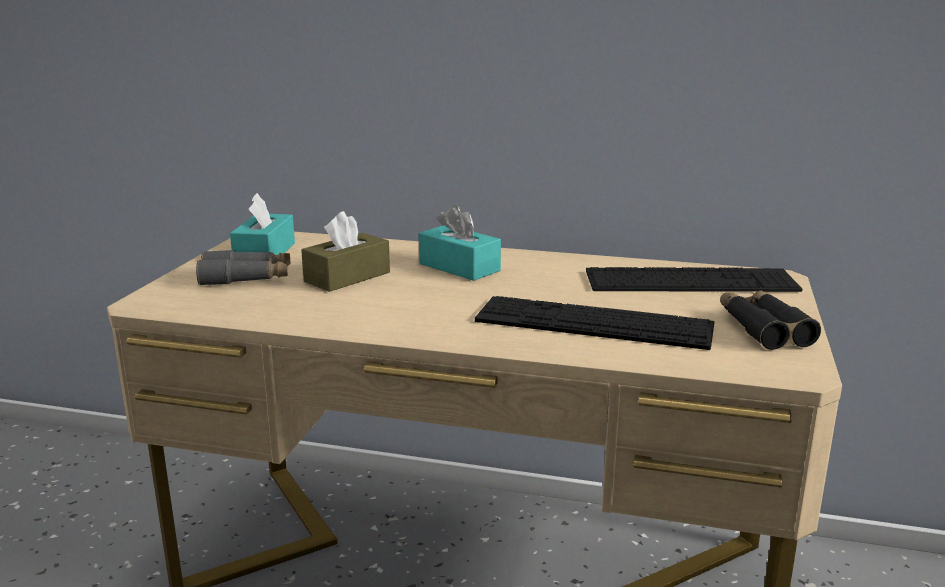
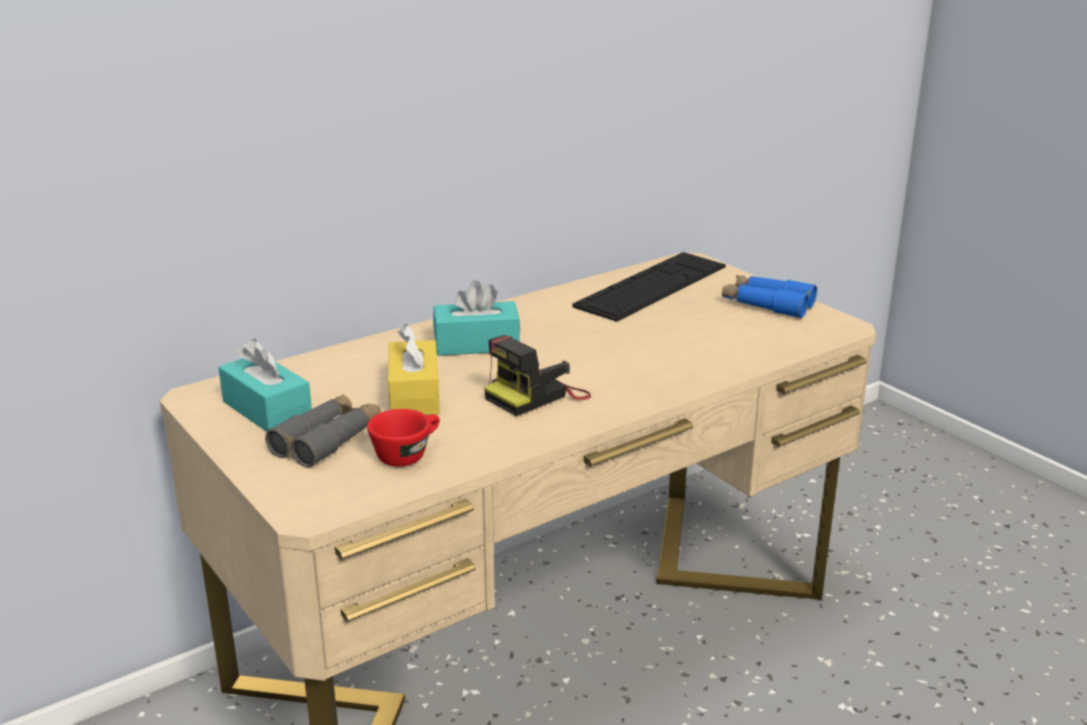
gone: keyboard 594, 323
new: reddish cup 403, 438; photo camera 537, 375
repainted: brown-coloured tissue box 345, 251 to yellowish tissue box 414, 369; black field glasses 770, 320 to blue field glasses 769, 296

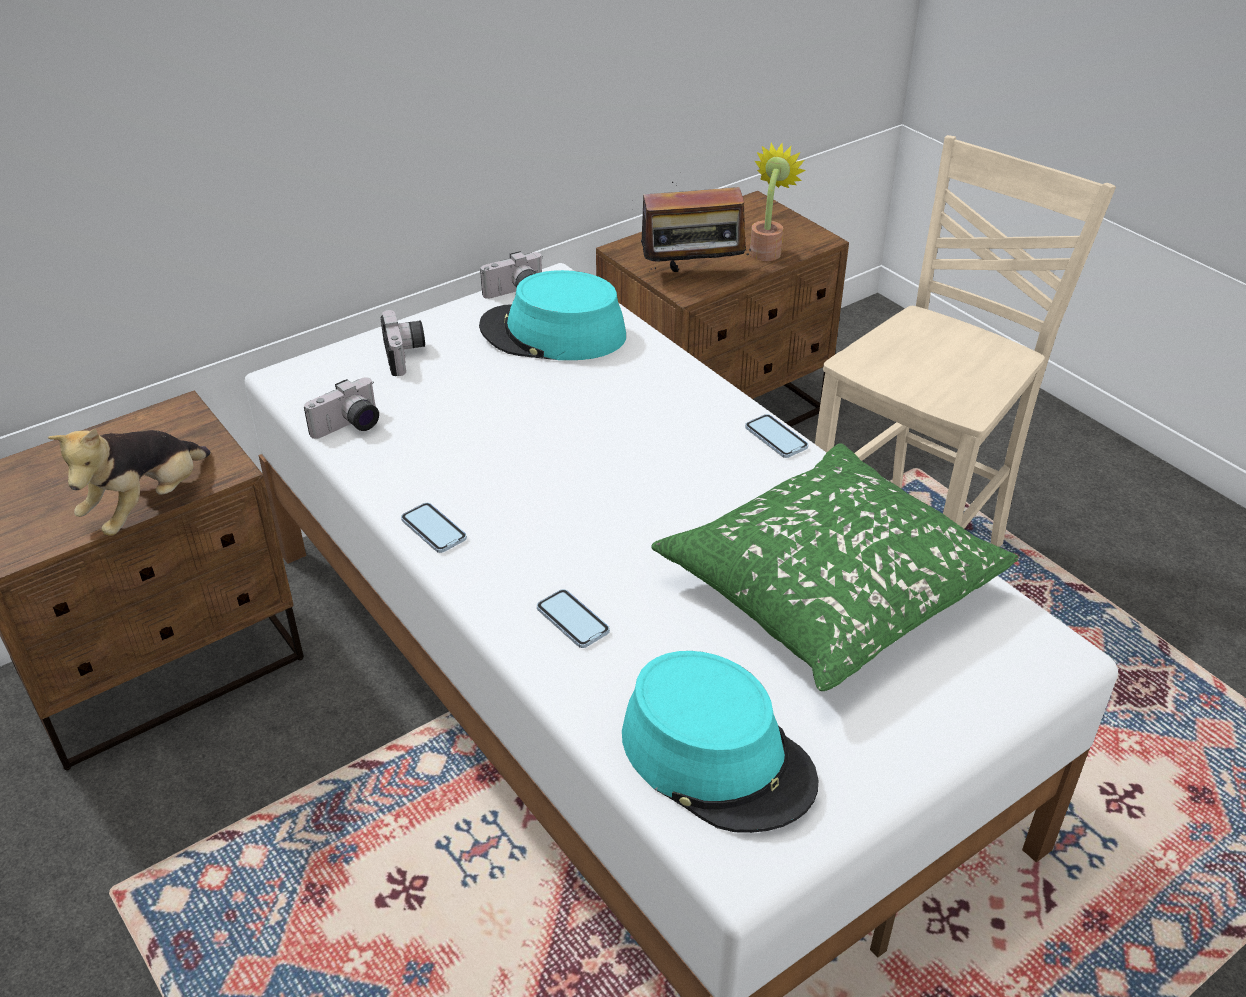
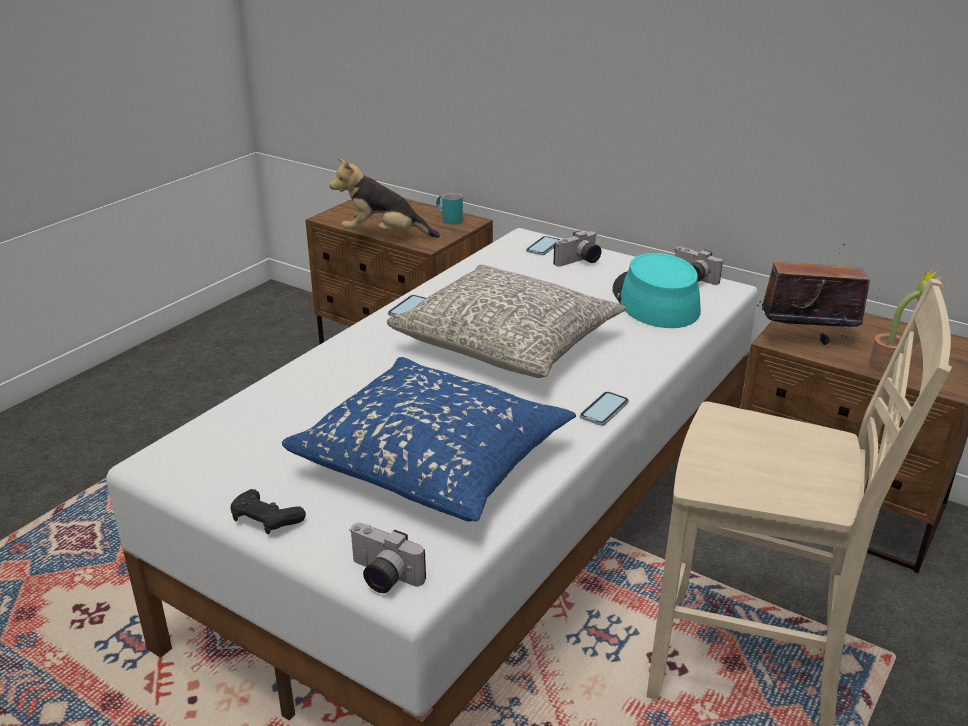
gone: turquoise clothing hat 720, 742
new: black game controller 268, 511; greyish throw pillow 506, 321; turquoise coffee mug 449, 208
shifted: photo camera 341, 408 to 387, 558; handset 573, 618 to 543, 245
repainted: green throw pillow 834, 567 to blue throw pillow 429, 439
rotated: radio receiver 696, 227 = 817, 294 120 degrees clockwise

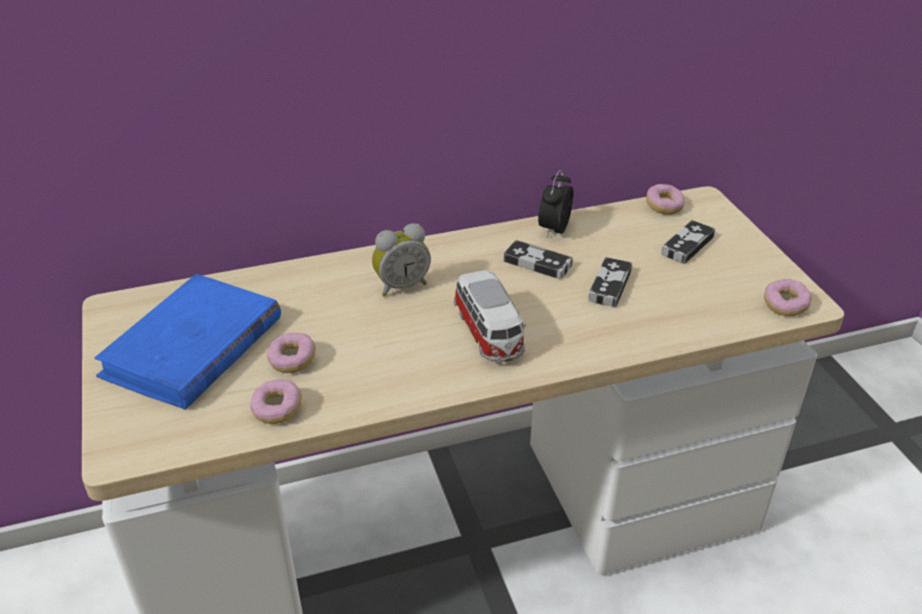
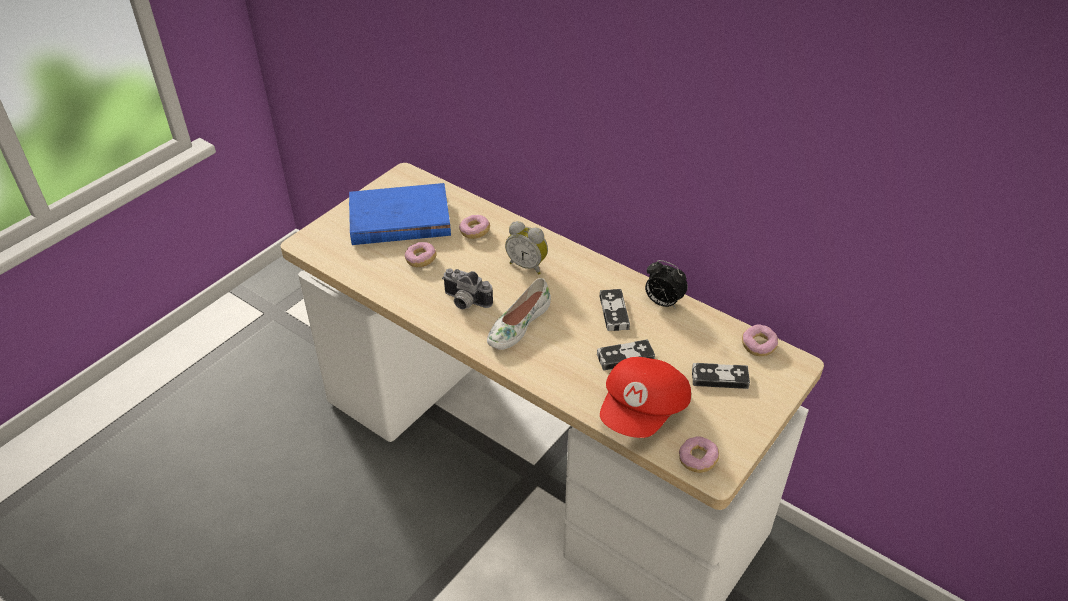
new: photo camera 467, 288; reddish baseball cap 645, 397
shifted: donut 276, 402 to 474, 227
swapped: miniature car 489, 316 to white-coloured shoe 519, 314
rotated: table clock 555, 203 = 666, 284 135 degrees counterclockwise

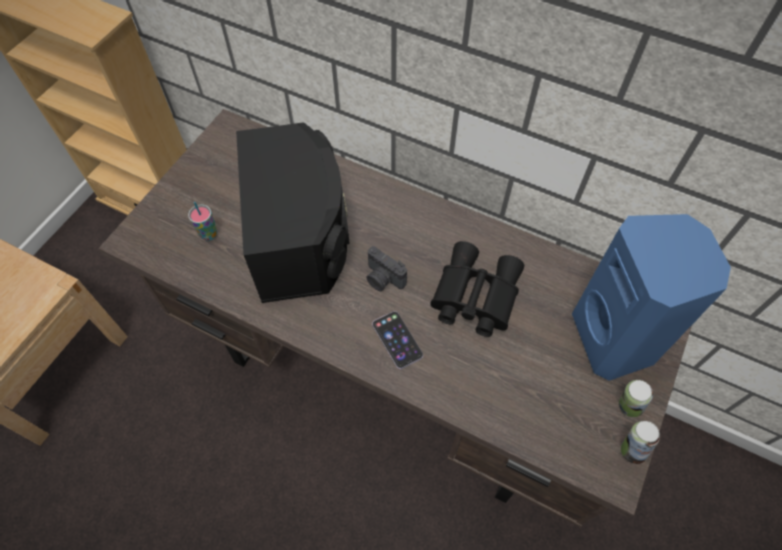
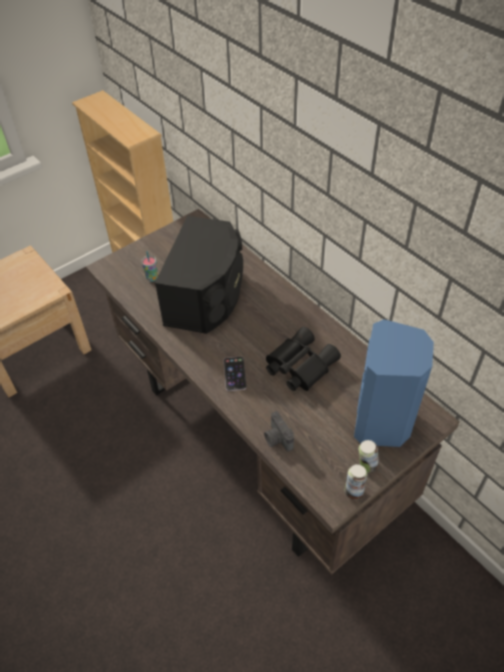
shifted: photo camera 386, 268 to 279, 431

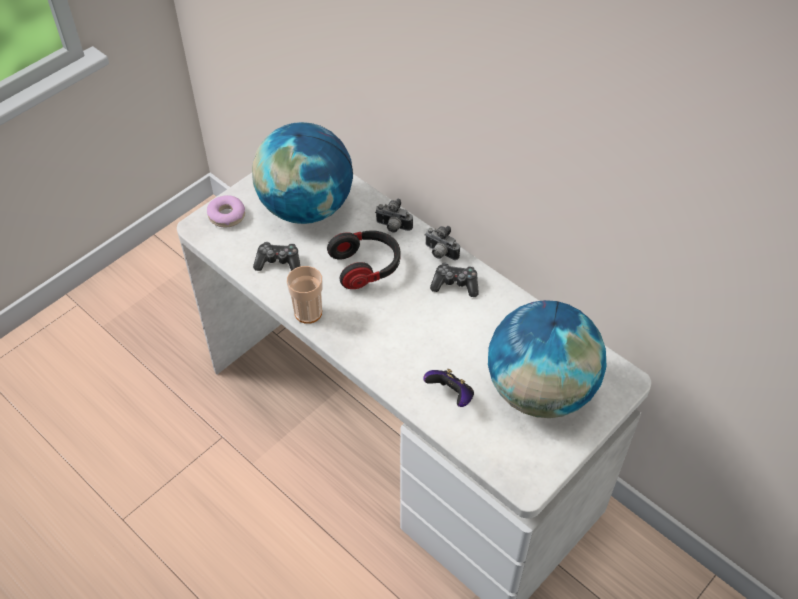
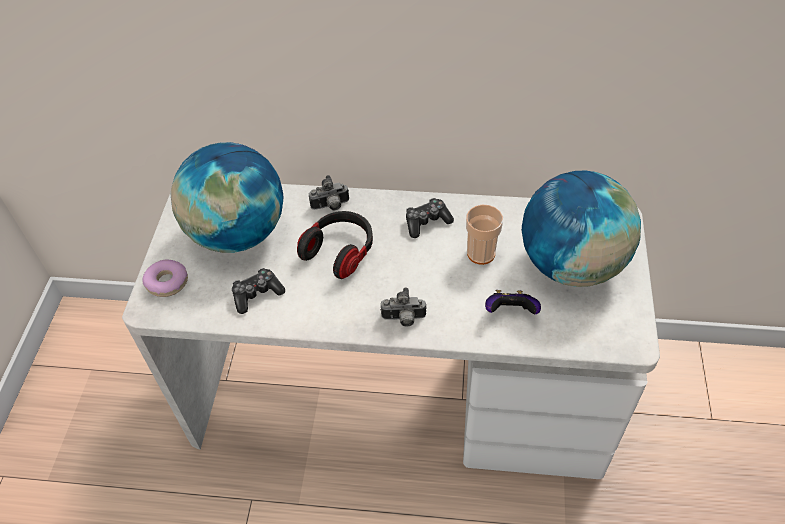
shifted: photo camera 442, 243 to 403, 307; cup 305, 295 to 484, 235

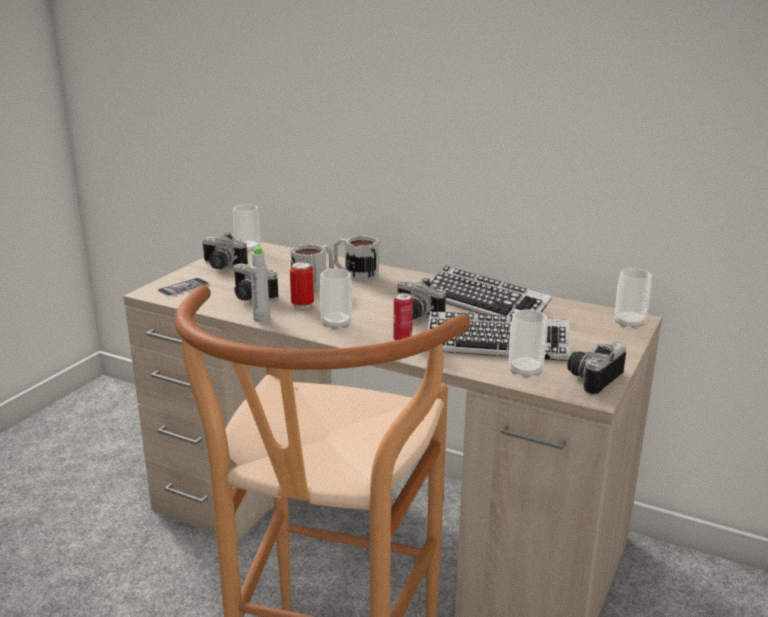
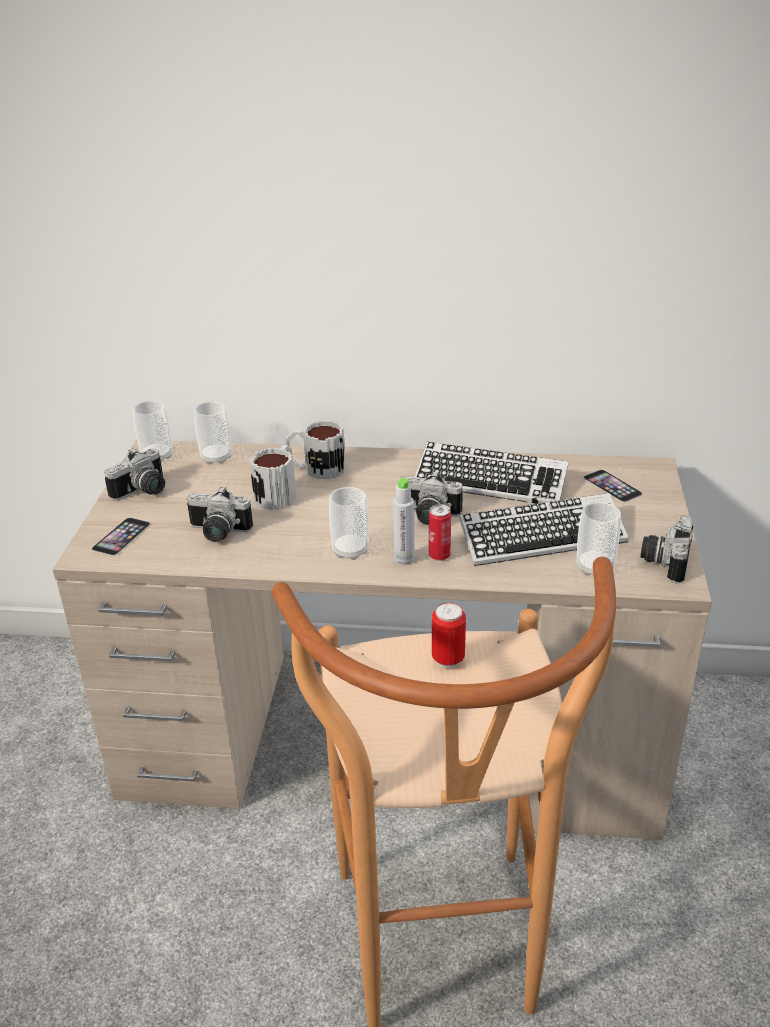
new: handset 613, 486
shifted: cup 633, 298 to 212, 432; greyish drink bottle 260, 284 to 403, 521; can 302, 285 to 449, 635
rotated: photo camera 225, 250 = 135, 474 45 degrees counterclockwise

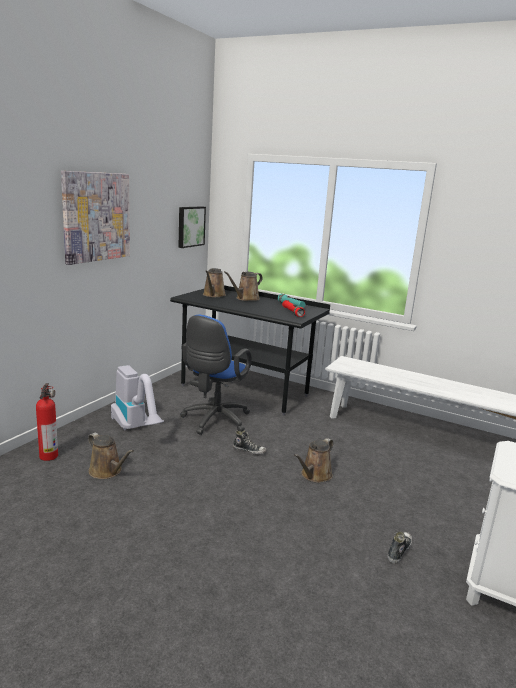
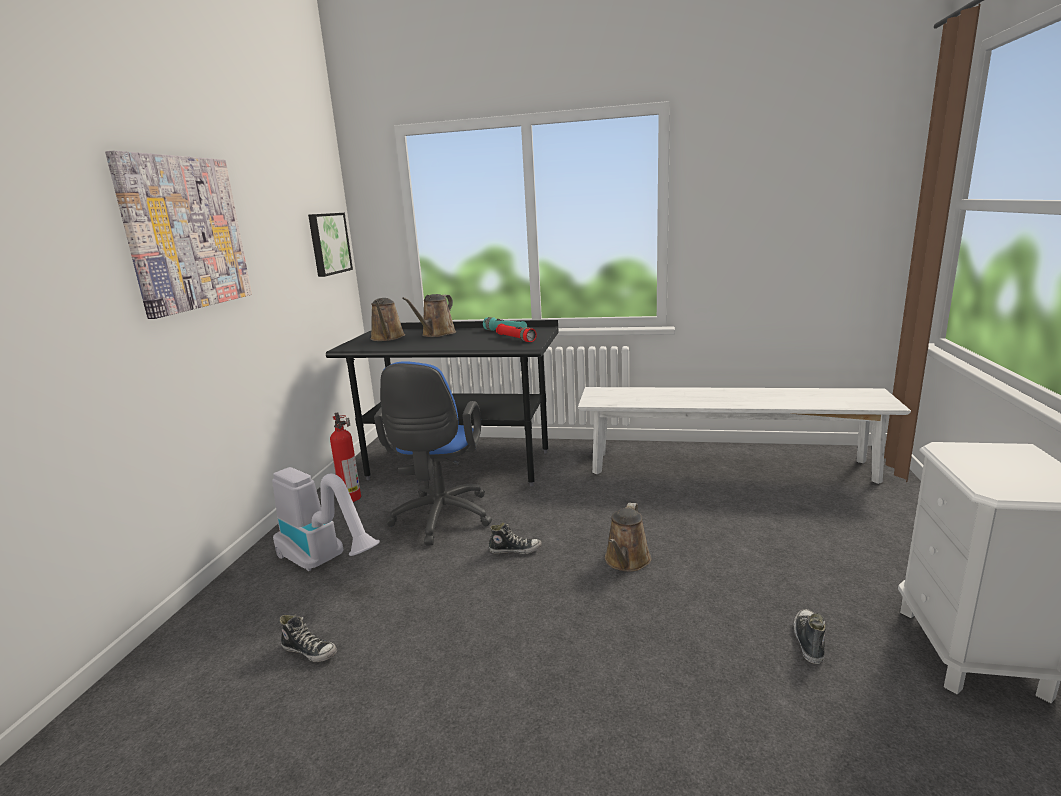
shifted: fire-fighting cylinder 47, 422 to 345, 457
swapped: brown-coloured sprinkling can 111, 456 to shoe 308, 638

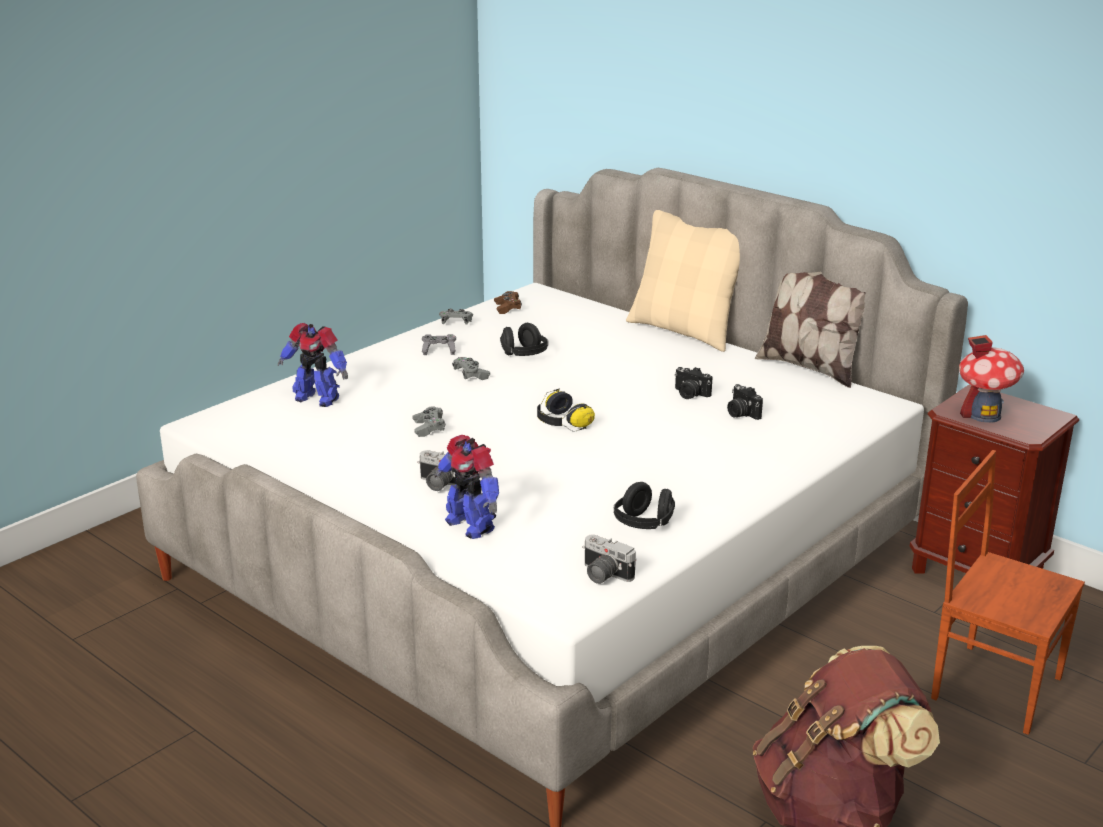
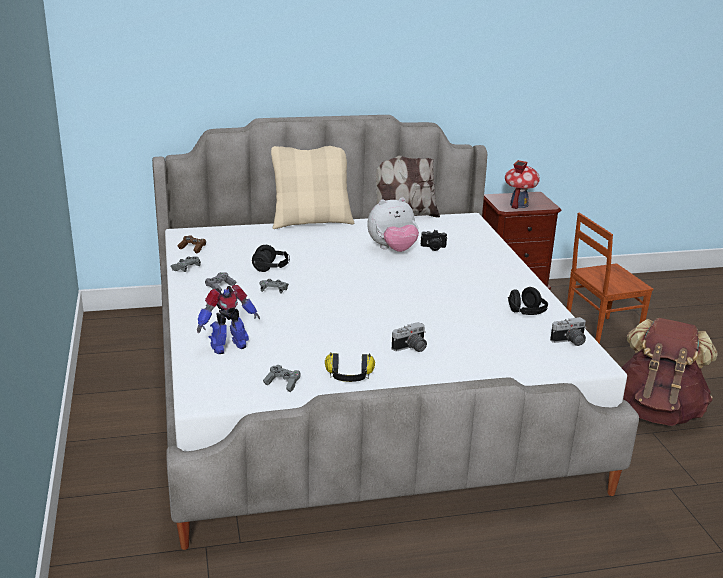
gone: robot figure 467, 487
shifted: greyish game controller 428, 421 to 282, 378; pair of headphones 566, 410 to 350, 367
swapped: photo camera 693, 383 to soft toy 393, 224

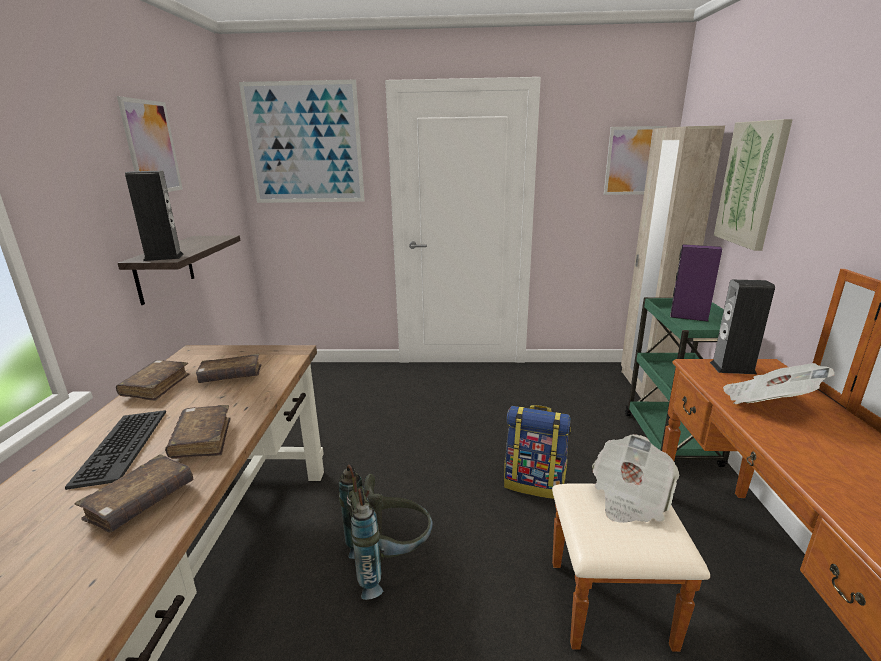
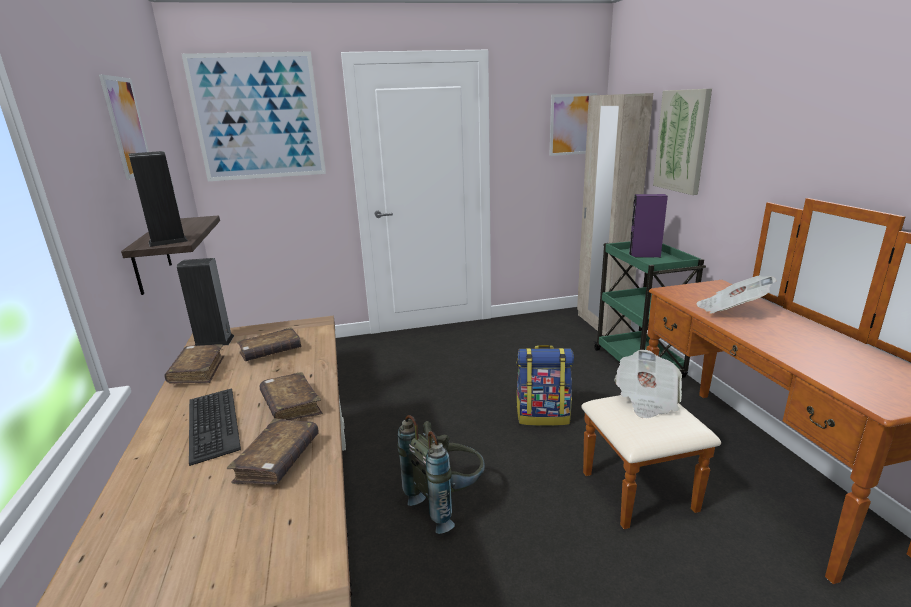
shifted: audio speaker 742, 327 to 205, 302

